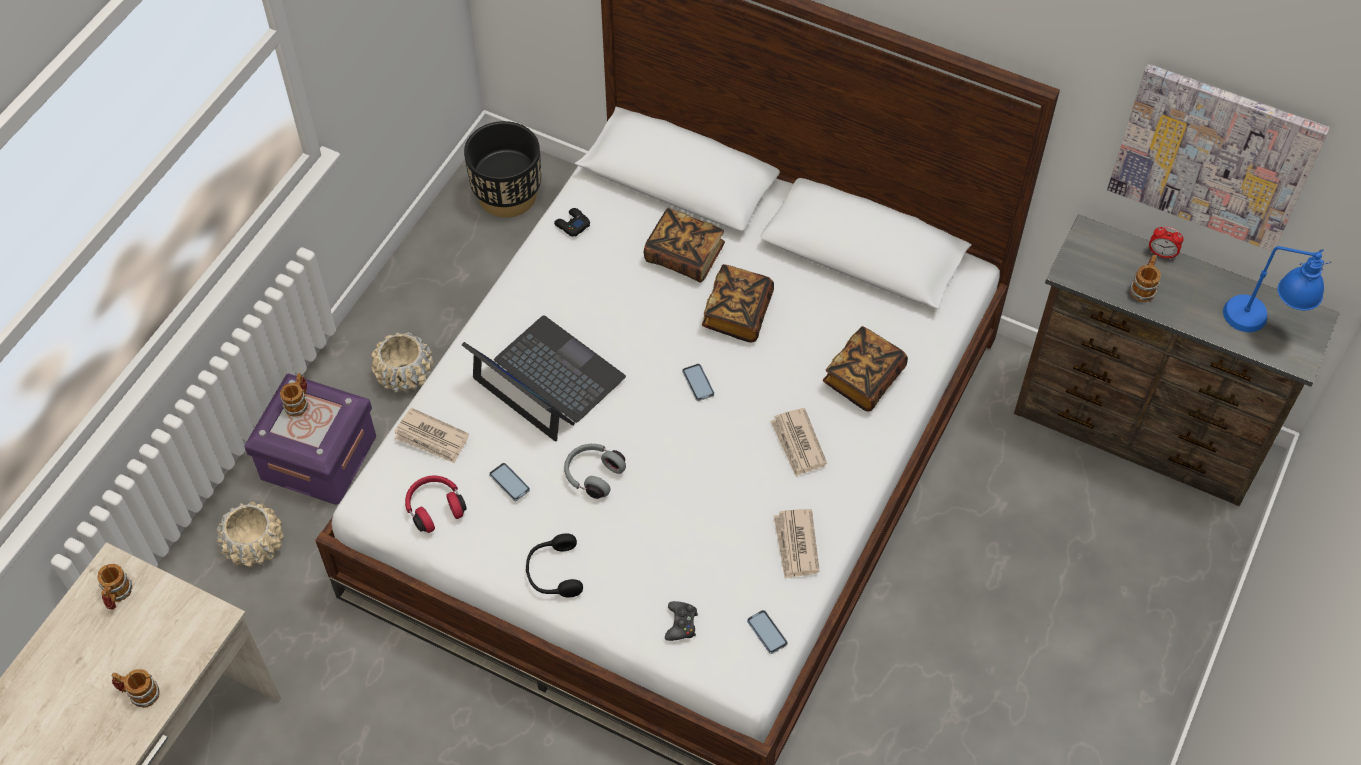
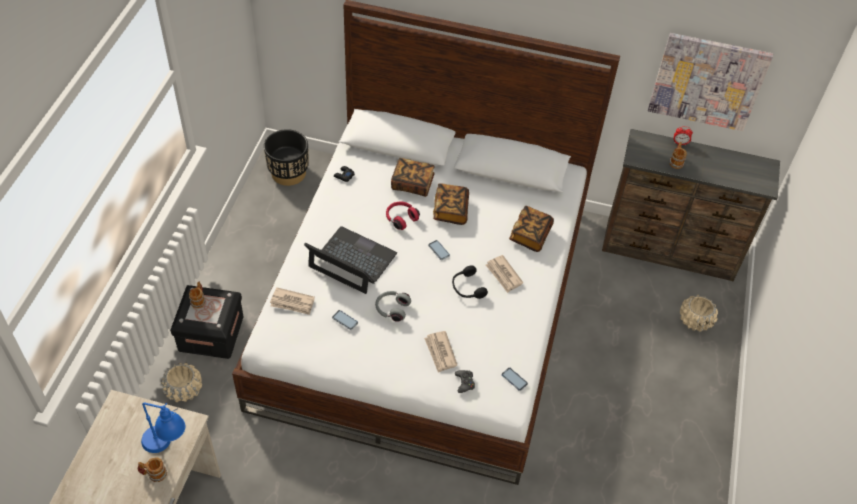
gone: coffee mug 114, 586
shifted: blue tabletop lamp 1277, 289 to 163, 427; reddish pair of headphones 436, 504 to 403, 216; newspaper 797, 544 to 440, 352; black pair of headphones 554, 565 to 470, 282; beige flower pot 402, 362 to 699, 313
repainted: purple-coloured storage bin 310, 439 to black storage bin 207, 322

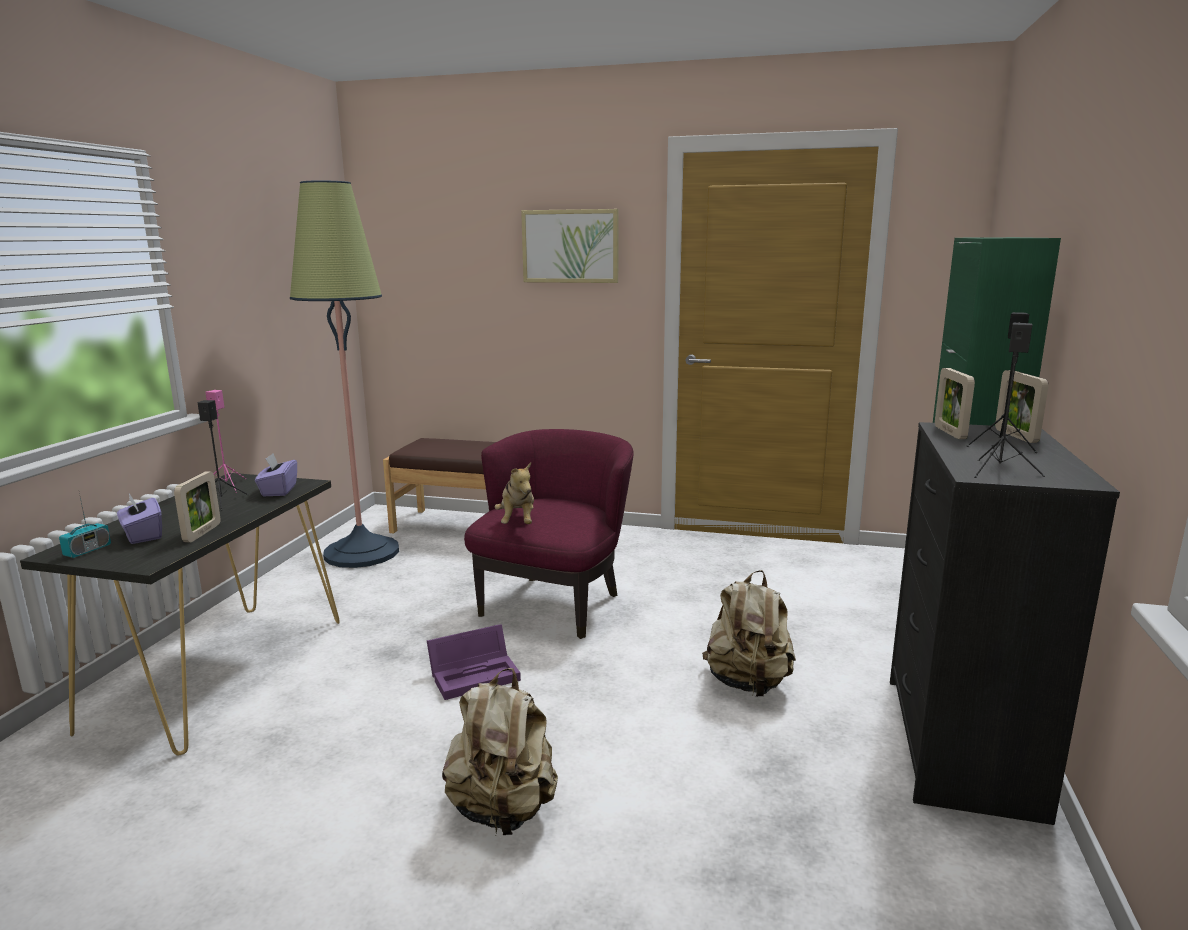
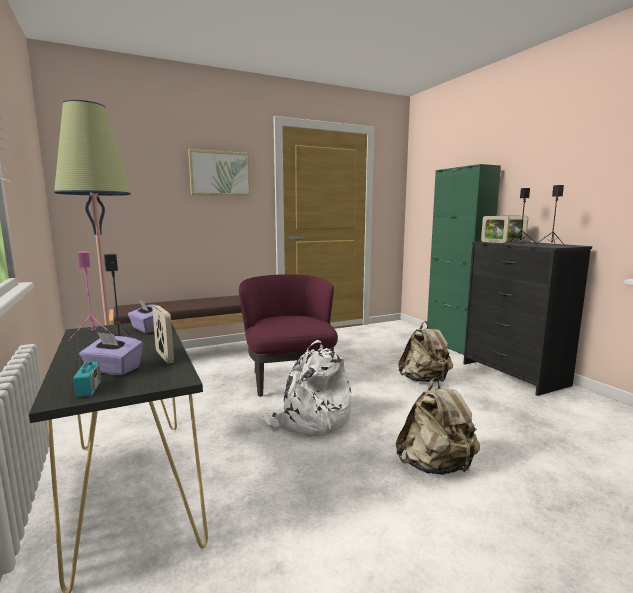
gone: soft toy 514, 493
swapped: purple-coloured storage bin 474, 662 to white-coloured knapsack 307, 388

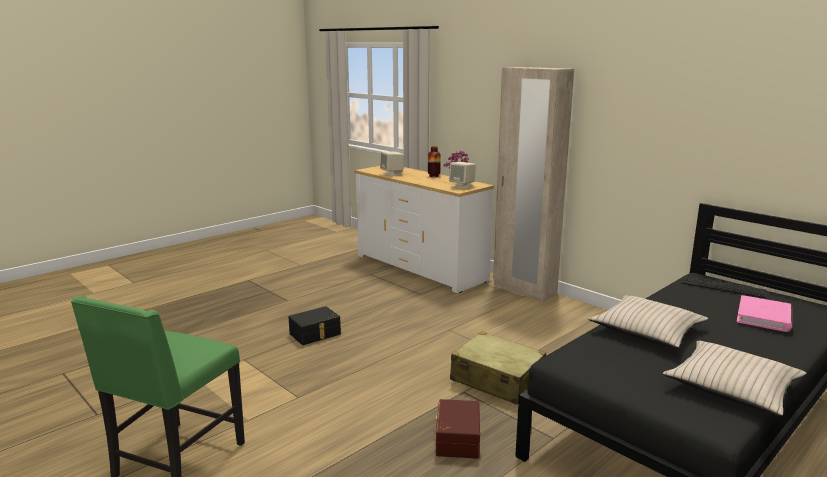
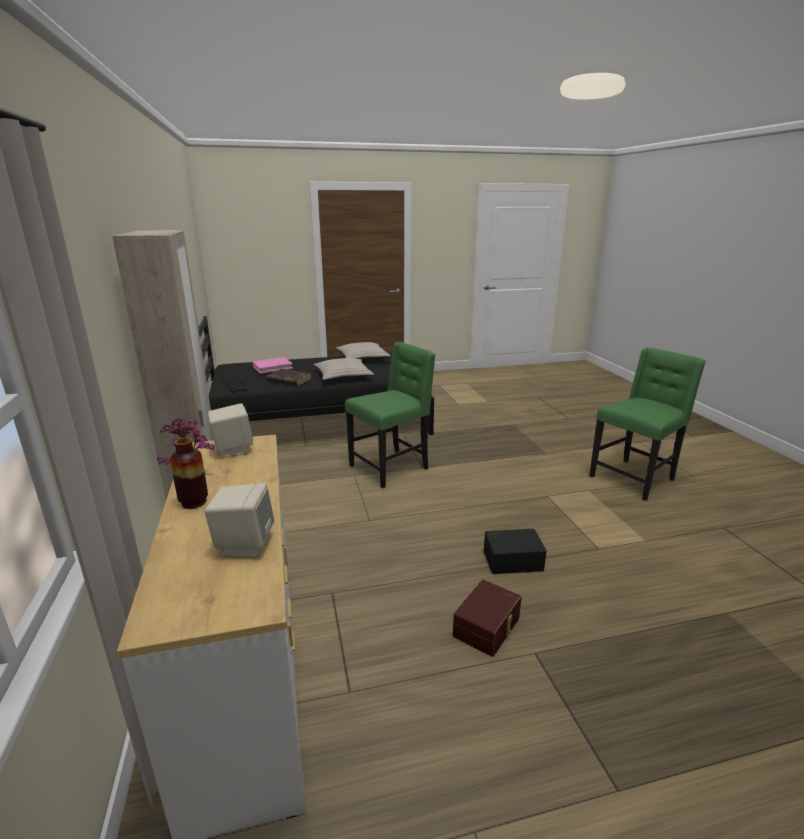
new: brown-coloured volume 289, 377
shifted: brown-coloured storage bin 457, 429 to 487, 618
swapped: beige suitcase 498, 368 to green plain chair 390, 415

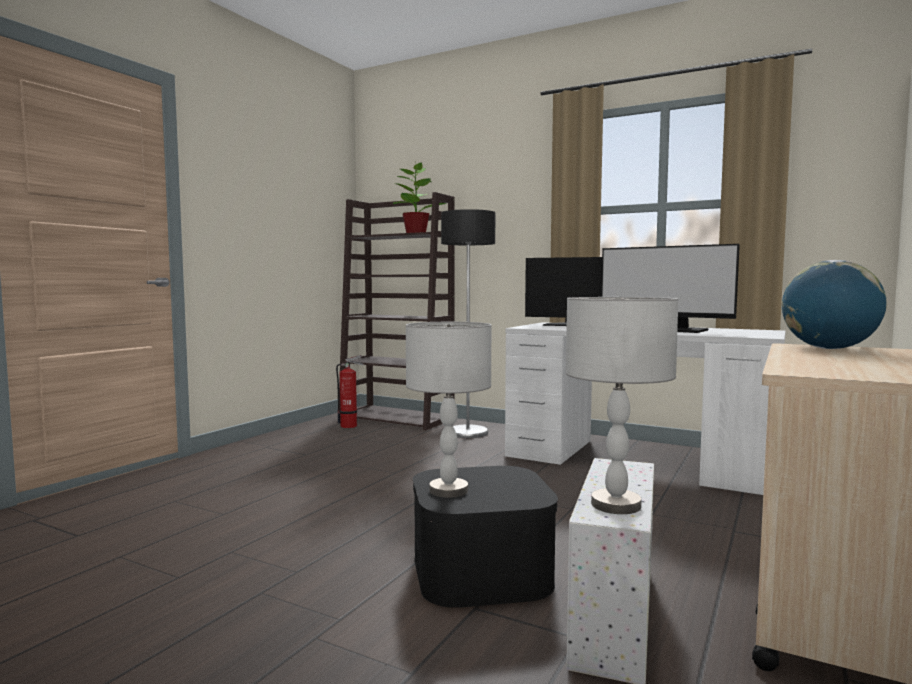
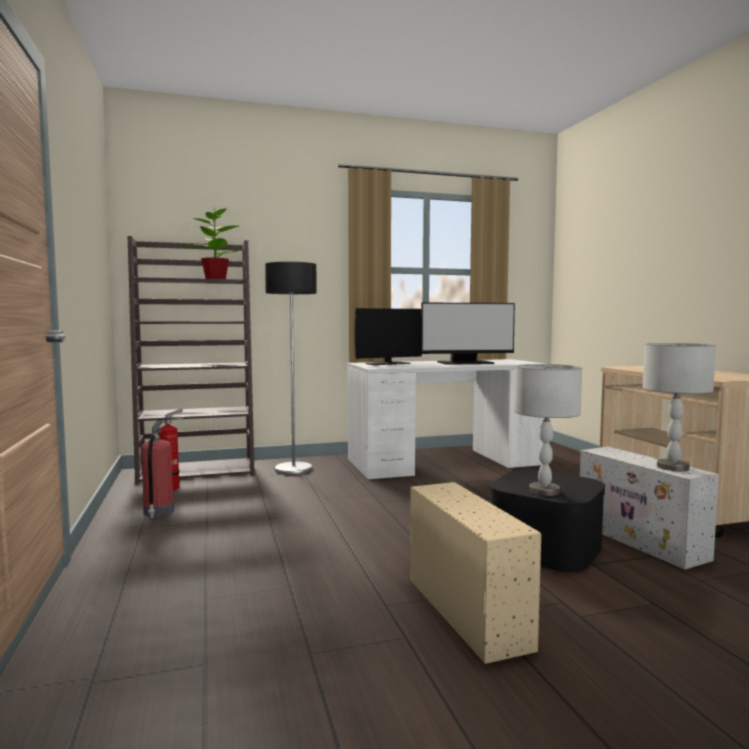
gone: globe 834, 304
new: fire-fighting cylinder 157, 469; beige storage bin 475, 573

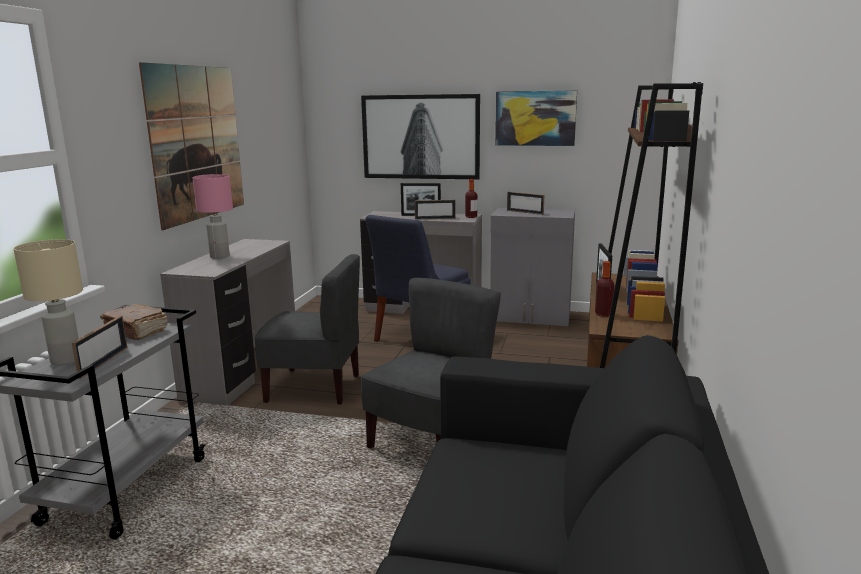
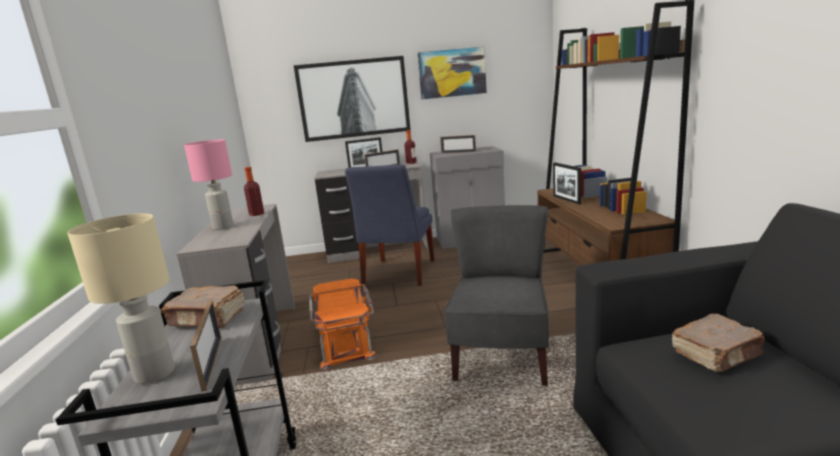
gone: wall art 191, 146
new: brown-coloured volume 718, 343
shifted: drink bottle 604, 289 to 254, 191
swapped: greyish plain chair 307, 329 to orange-coloured storage bin 343, 324

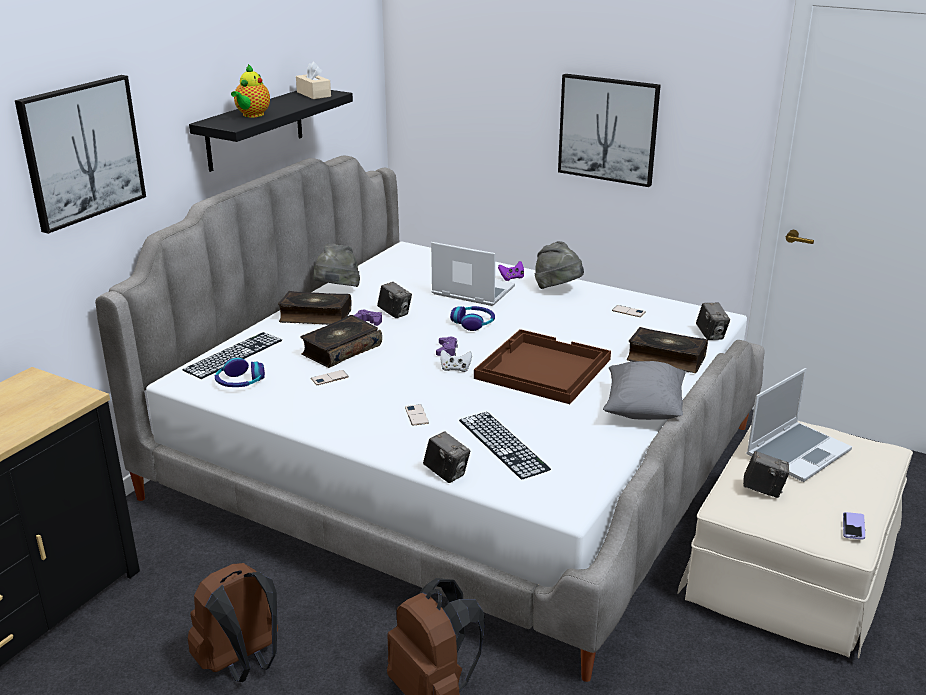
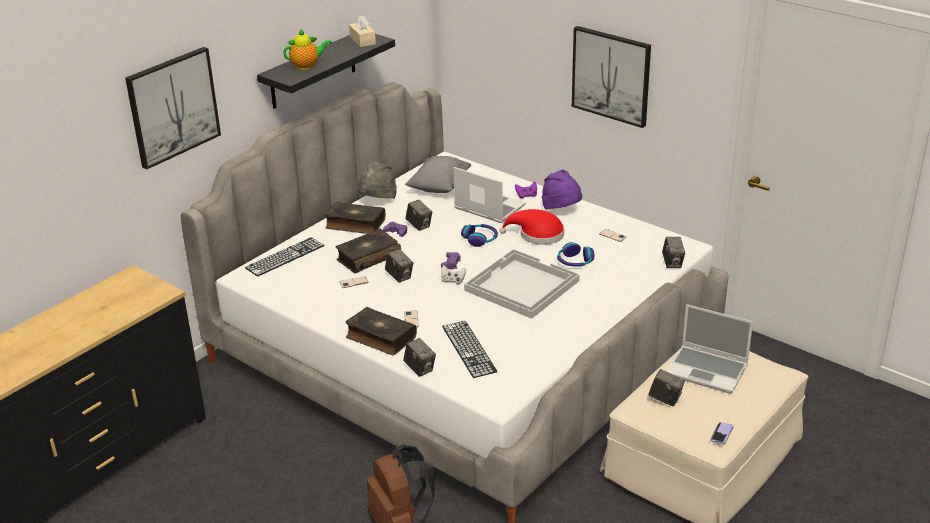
gone: brown-coloured knapsack 233, 622
new: photo camera 399, 266; reddish clothing hat 531, 227
shifted: volume 667, 350 to 381, 331; greyish throw pillow 644, 390 to 438, 174; pair of headphones 240, 372 to 575, 254
repainted: brown-coloured serving tray 542, 366 to white-coloured serving tray 522, 284; greyish clothing hat 559, 265 to purple-coloured clothing hat 562, 190
rotated: teapot 250, 90 = 307, 49 135 degrees counterclockwise; portable computer 799, 425 = 709, 349 60 degrees clockwise

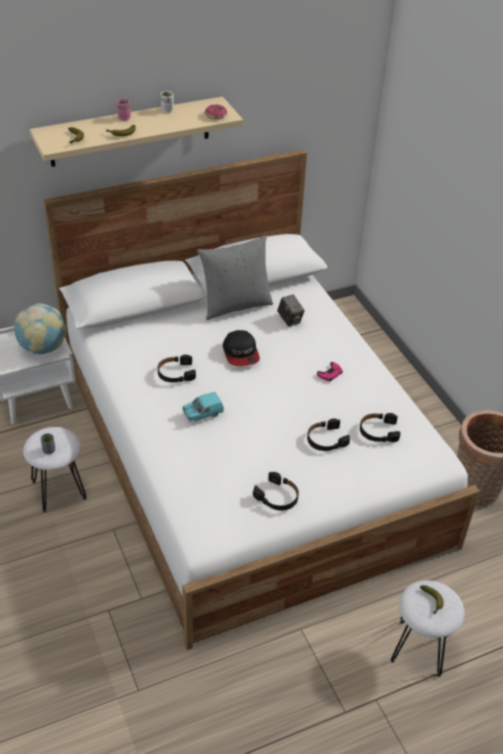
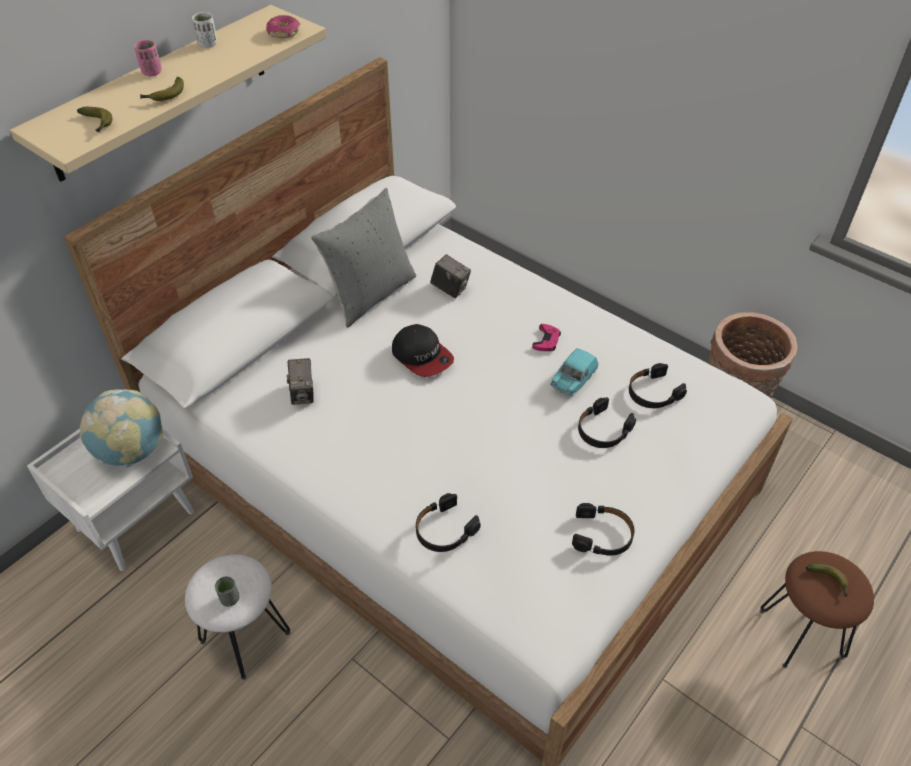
new: photo camera 300, 381
shifted: black pair of headphones 177, 368 to 448, 522; turquoise miniature car 203, 407 to 574, 372
repainted: white-coloured stool 427, 628 to brown-coloured stool 816, 610

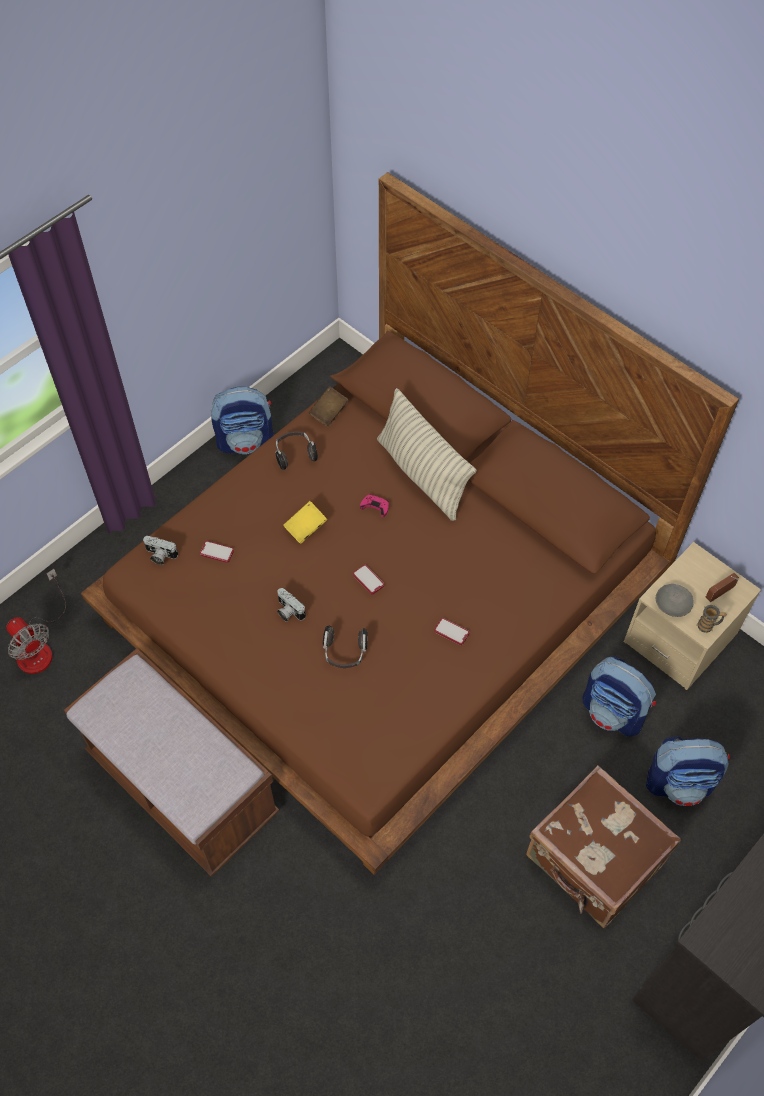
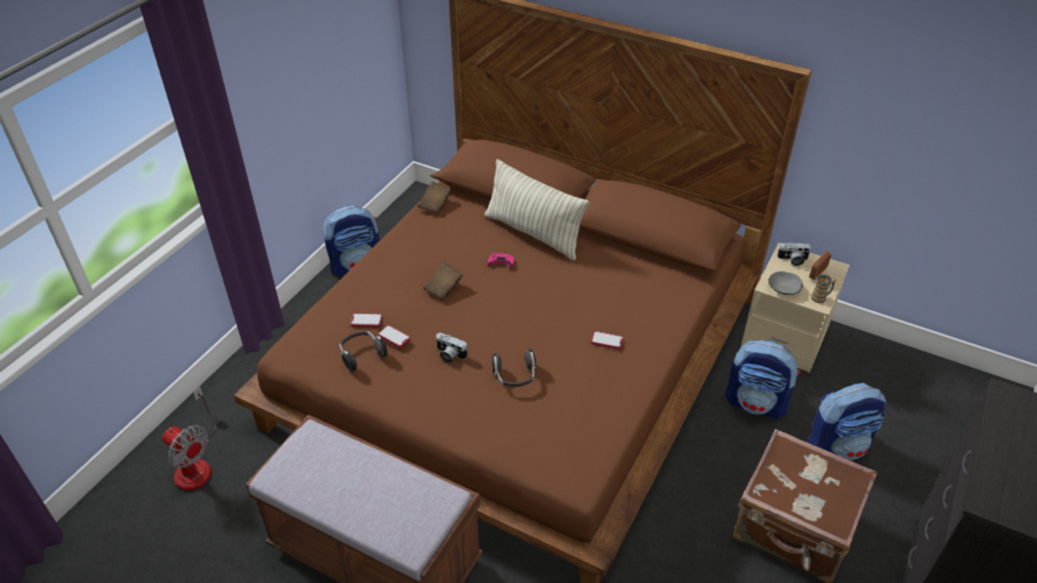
shifted: pair of headphones 296, 450 to 363, 351; handset 368, 580 to 394, 336; photo camera 160, 550 to 794, 254
repainted: yellowish volume 305, 522 to brown-coloured volume 443, 281

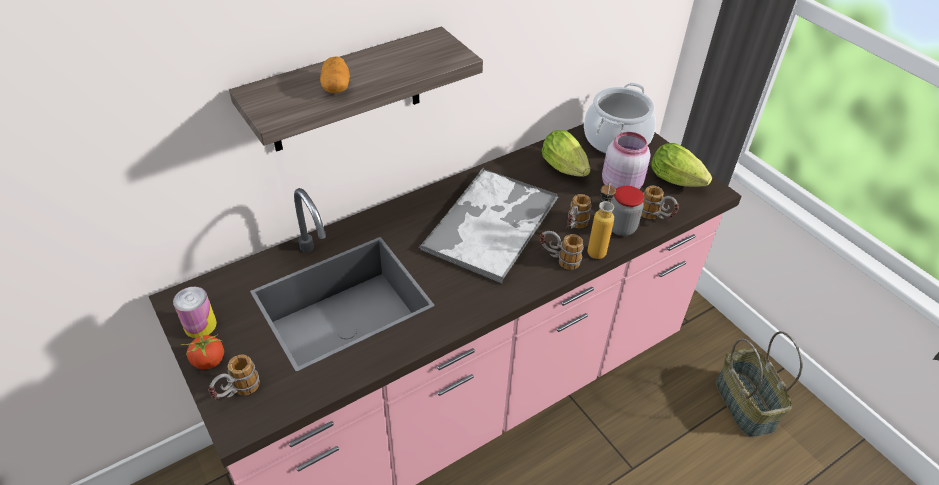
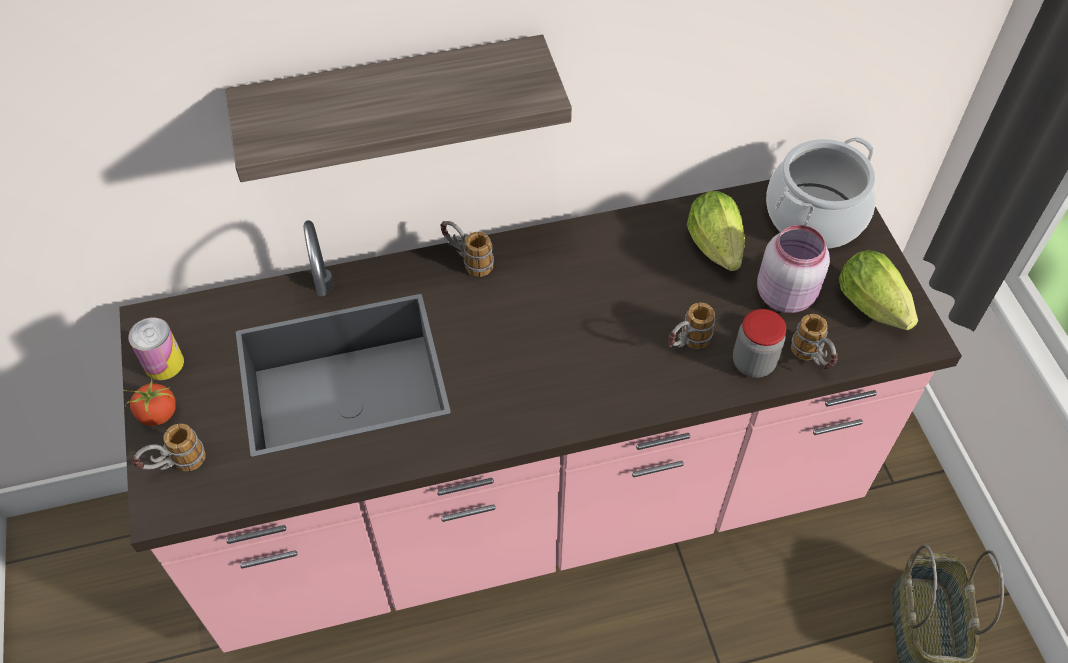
gone: spud 335, 74; serving tray 488, 225; drink bottle 601, 220
shifted: coffee mug 561, 250 to 467, 249

